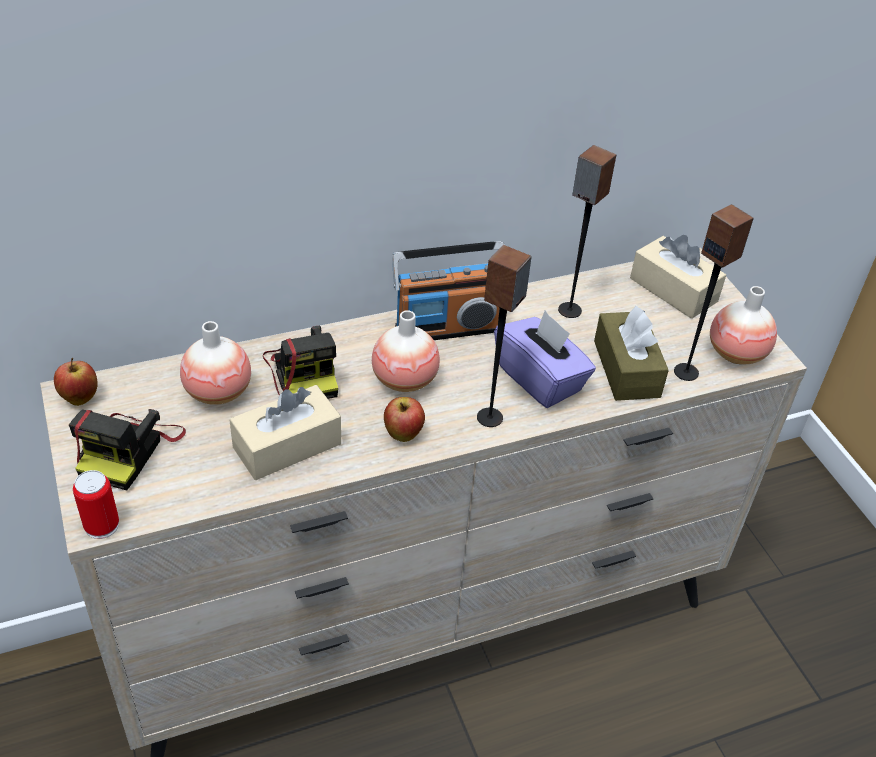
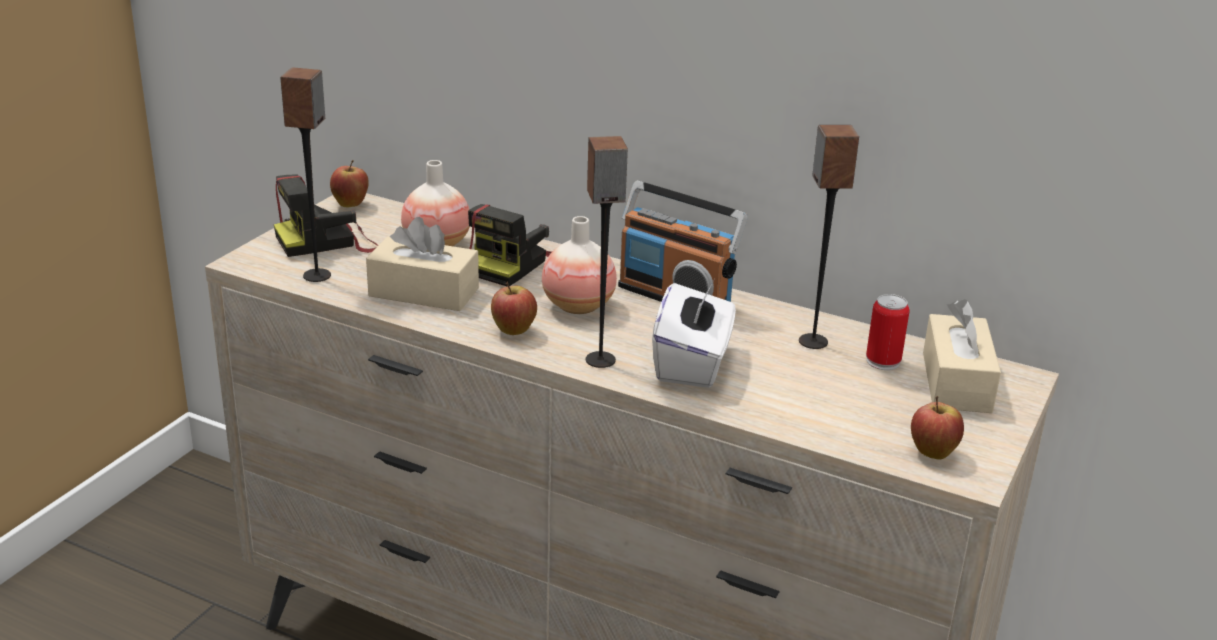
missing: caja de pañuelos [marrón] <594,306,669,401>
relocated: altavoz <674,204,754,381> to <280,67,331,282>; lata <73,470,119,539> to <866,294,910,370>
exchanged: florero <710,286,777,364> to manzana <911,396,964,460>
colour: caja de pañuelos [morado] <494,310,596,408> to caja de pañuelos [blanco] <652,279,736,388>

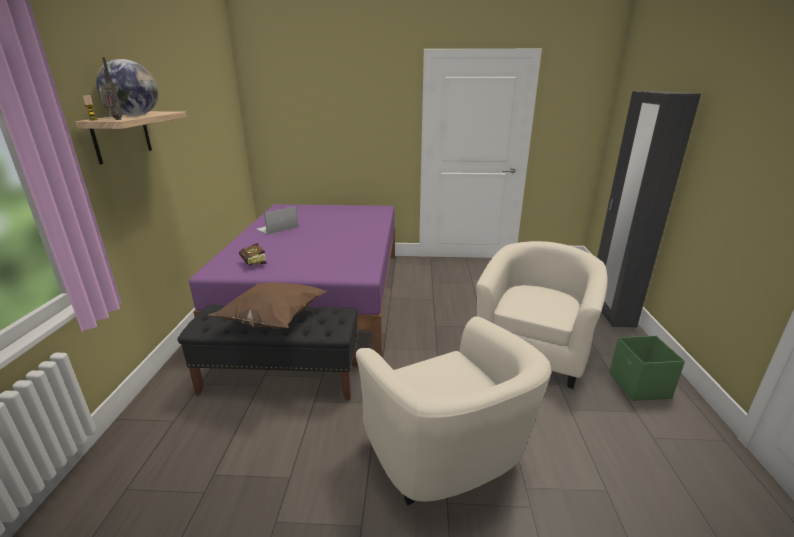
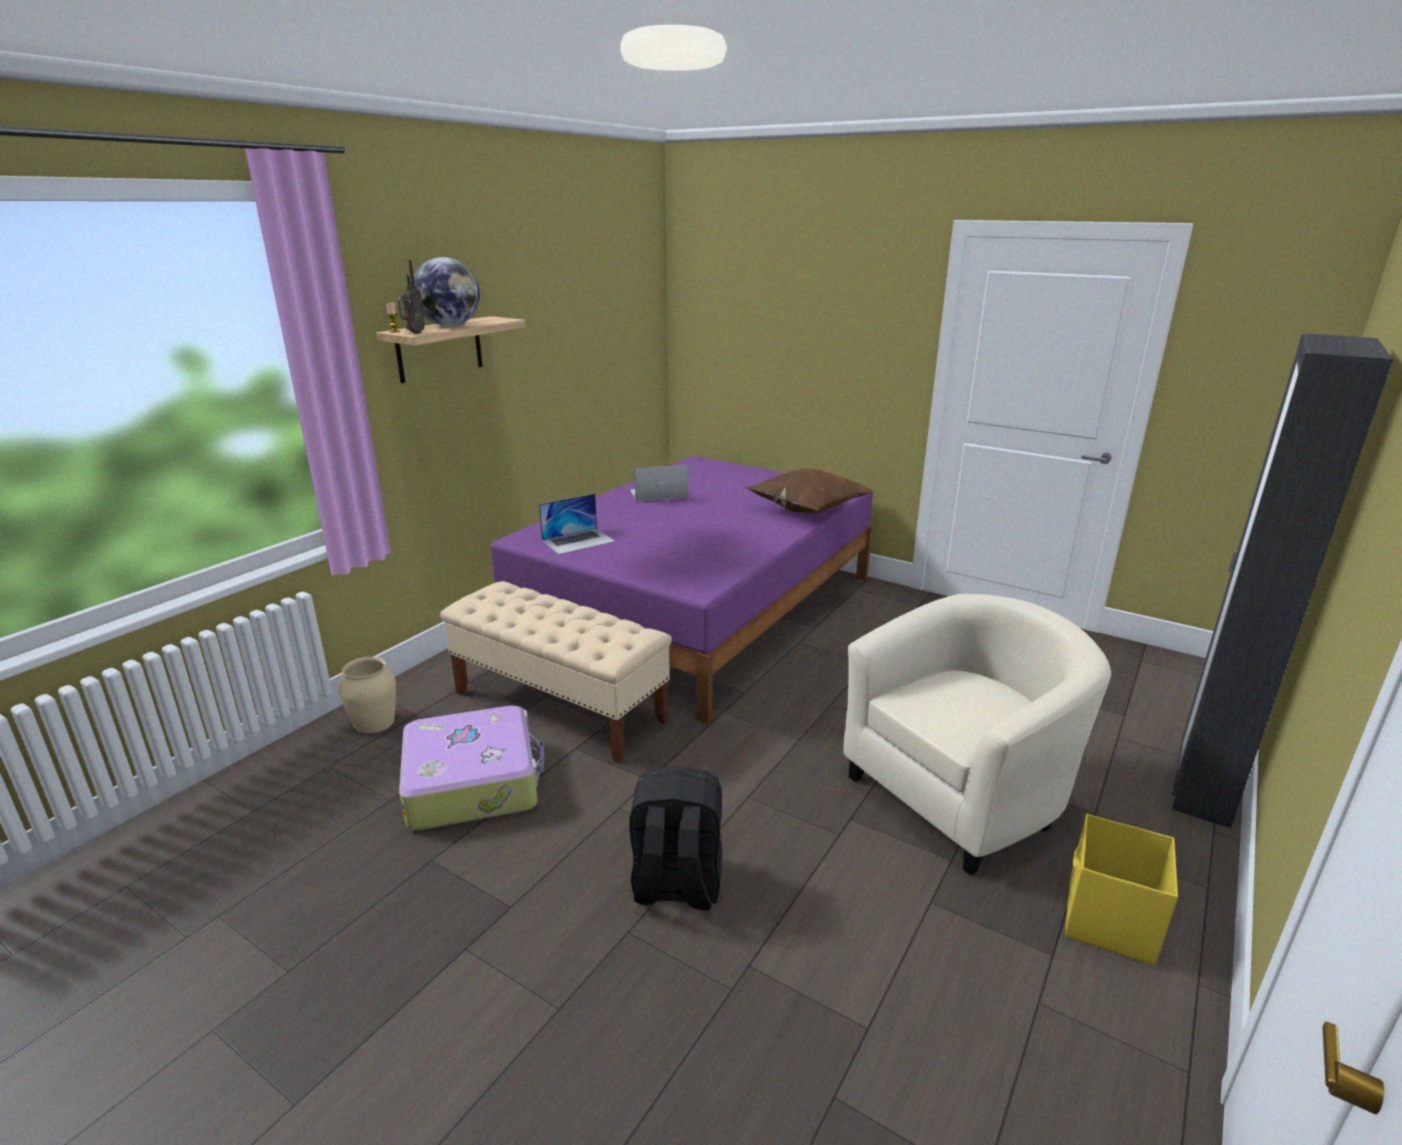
appeared: florero [beis] <339,657,396,734>; maleta <399,705,544,831>
relocated: cojín [marrón] <208,282,327,329> to <744,468,875,514>
exchanged: libro <239,243,267,270> to portátil <539,493,615,554>; sillón [beis] <356,316,551,506> to mochila [negro] <629,766,722,910>
colour: banco [negro] <178,304,358,400> to banco [beis] <440,581,672,763>; caja de almacenaje [verde] <609,336,685,401> to caja de almacenaje [amarillo] <1065,814,1178,966>

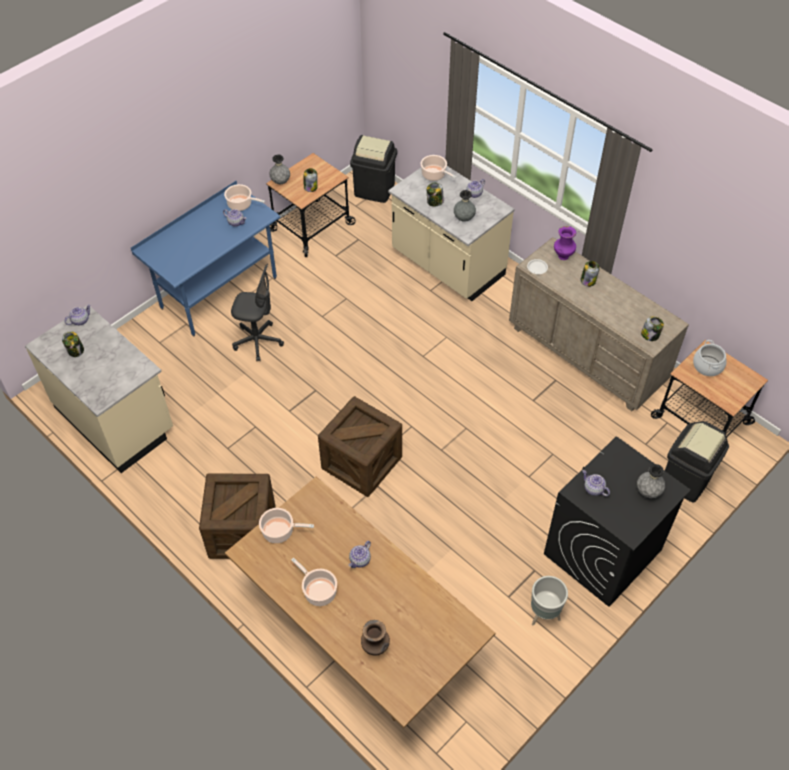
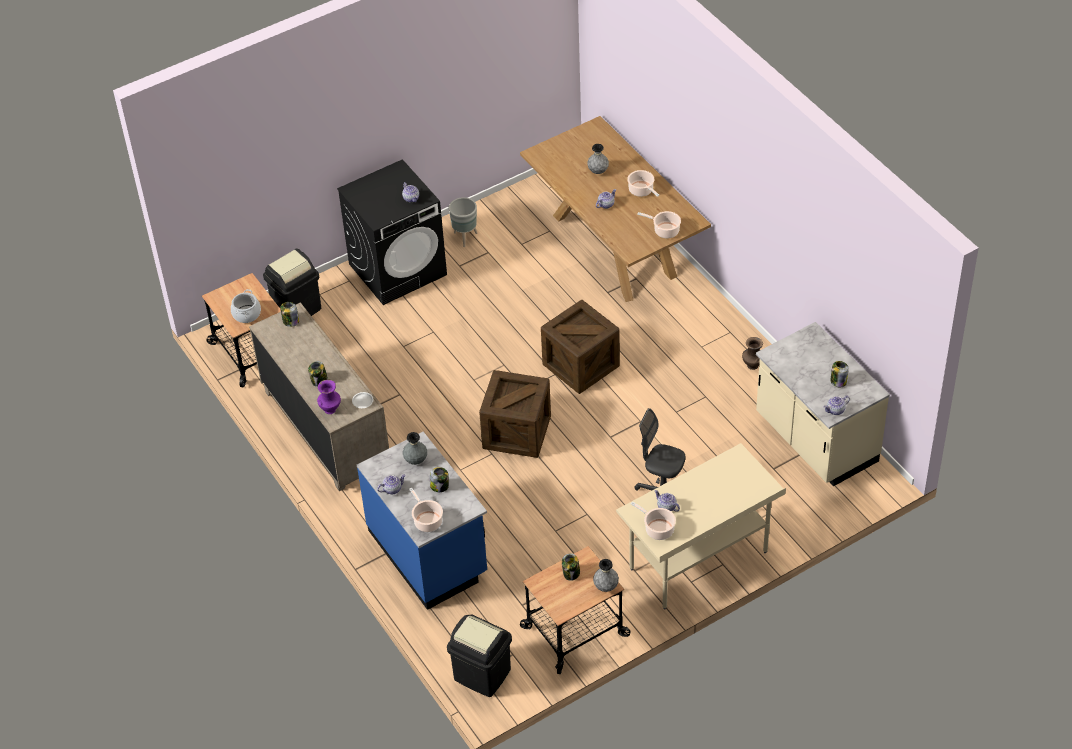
relocated: florero [gris] <637,464,665,498> to <587,144,609,174>; caja de embalaje <199,474,275,559> to <479,370,551,458>; florero [marrón] <361,620,390,655> to <742,337,763,370>
colour: mueble bajo de cocina [beis] <388,166,515,301> to mueble bajo de cocina [azul] <357,432,487,610>; escritorio [azul] <131,181,280,336> to escritorio [beis] <616,443,786,610>

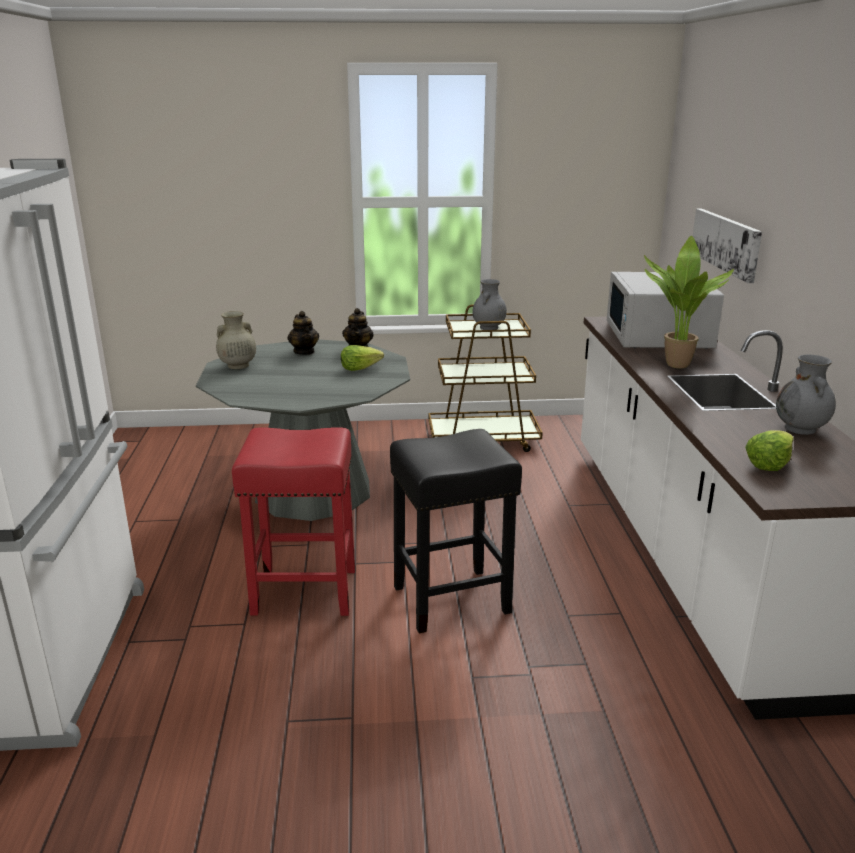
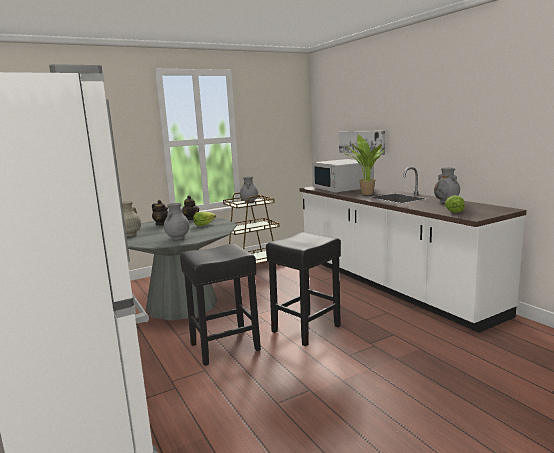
appeared: florero [gris] <164,203,190,240>
colour: taburete [rojo] <232,427,355,616> to taburete [negro] <180,244,261,366>

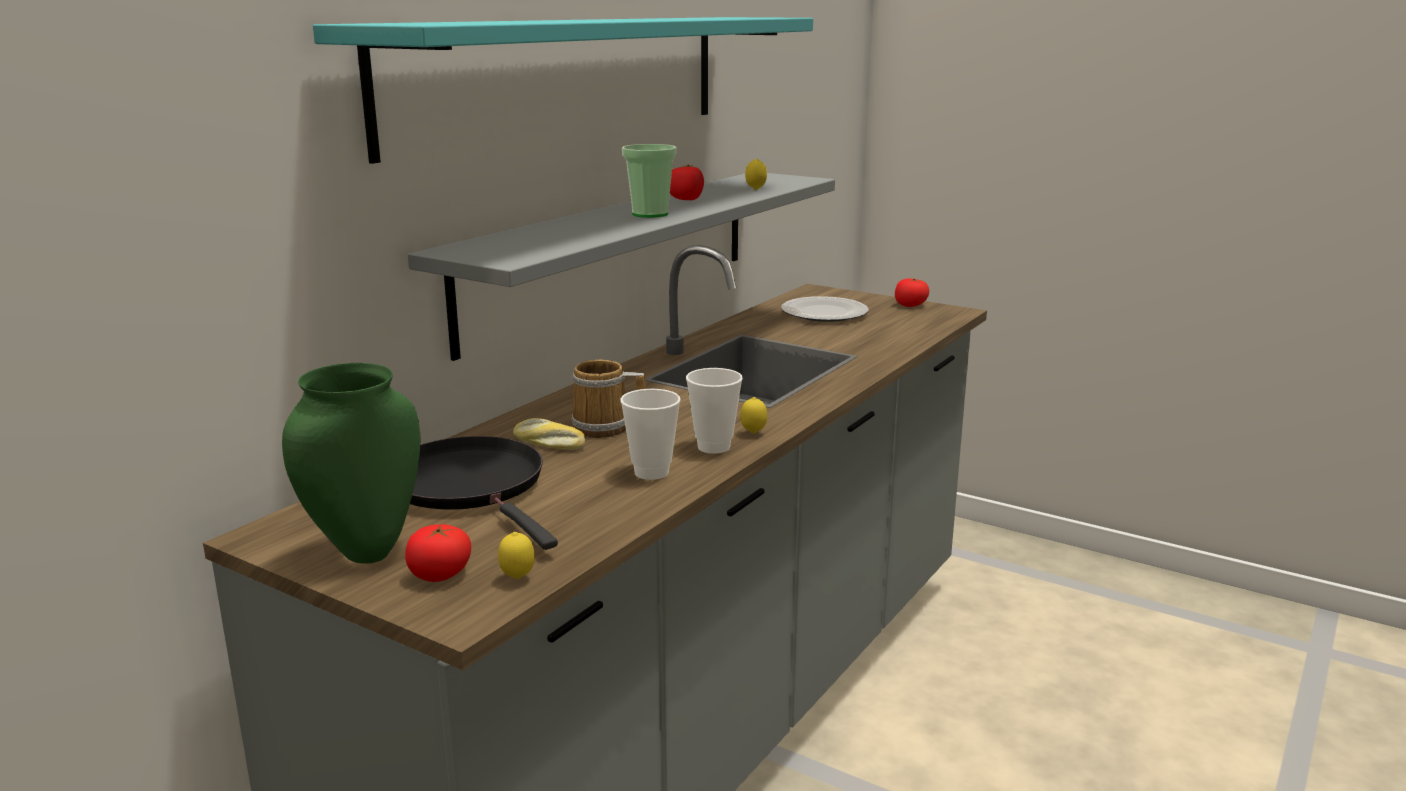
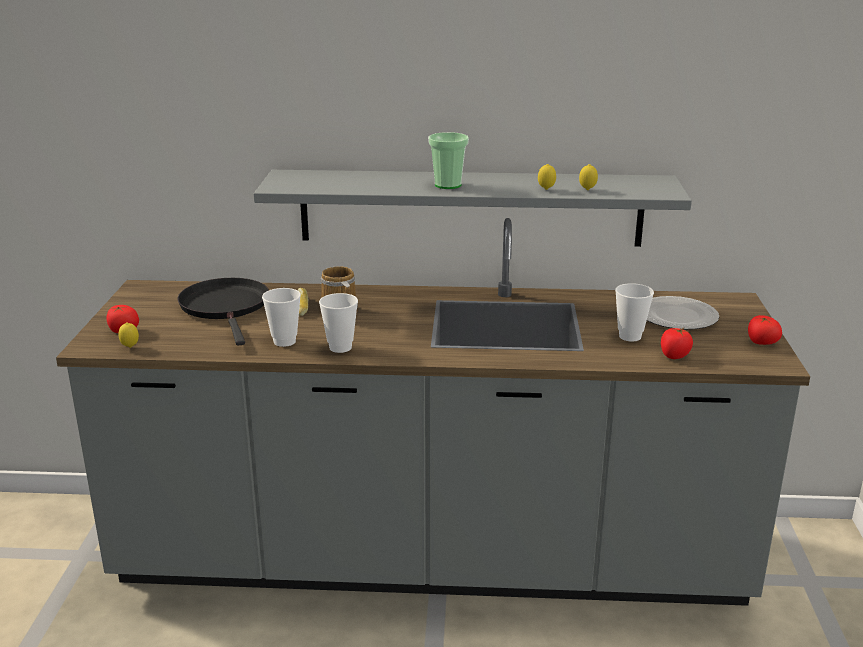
missing: estante [turquesa] <313,17,813,164>; florero [verde] <282,363,420,564>
appeared: taza <615,283,654,341>
relocated: tomate <670,164,704,200> to <661,328,693,359>; limón <740,397,767,434> to <538,164,556,190>
spun: sartén [negro] <410,436,558,550> = <177,278,269,346> 45 degrees counterclockwise

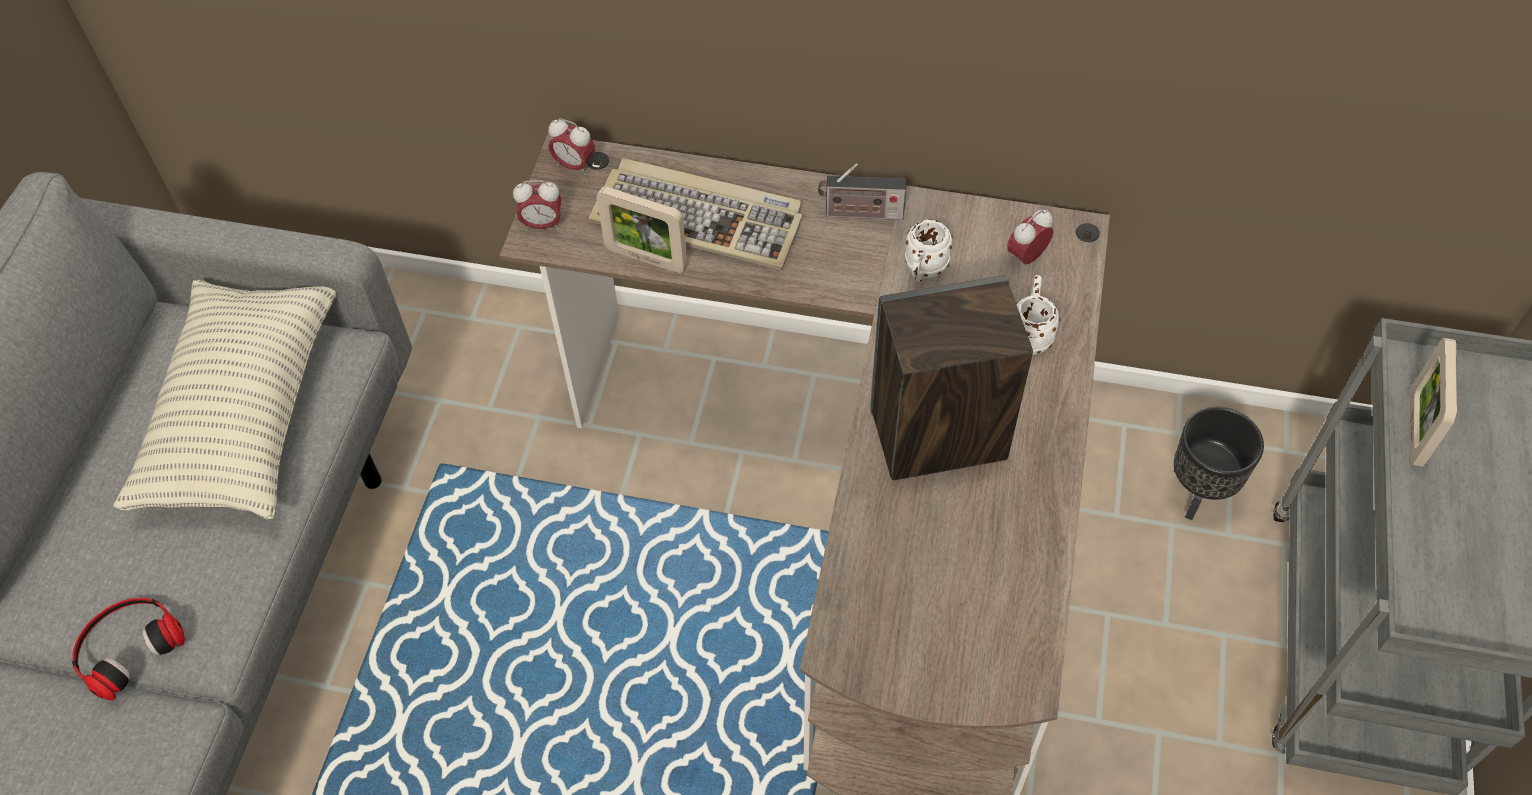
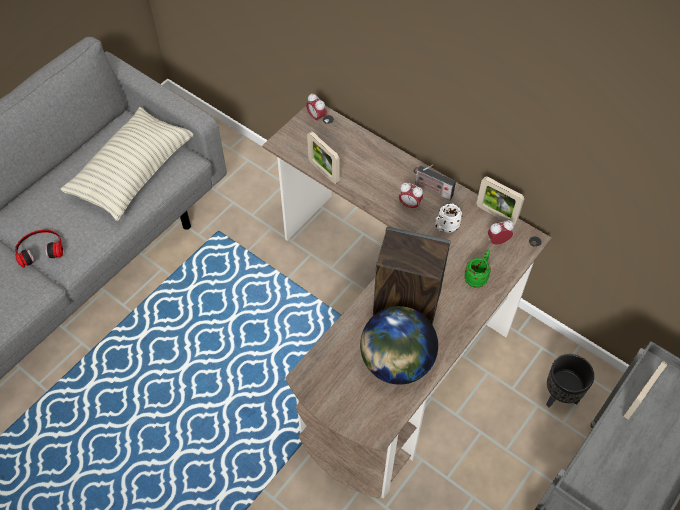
missing: teclado <589,158,803,270>
appeared: portarretratos <476,176,524,225>; globo terráqueo <360,306,438,385>
relocated: despertador <513,180,561,231> to <399,183,423,209>
colour: taza grande [blanco] <1016,275,1060,355> to taza grande [verde] <464,250,491,288>

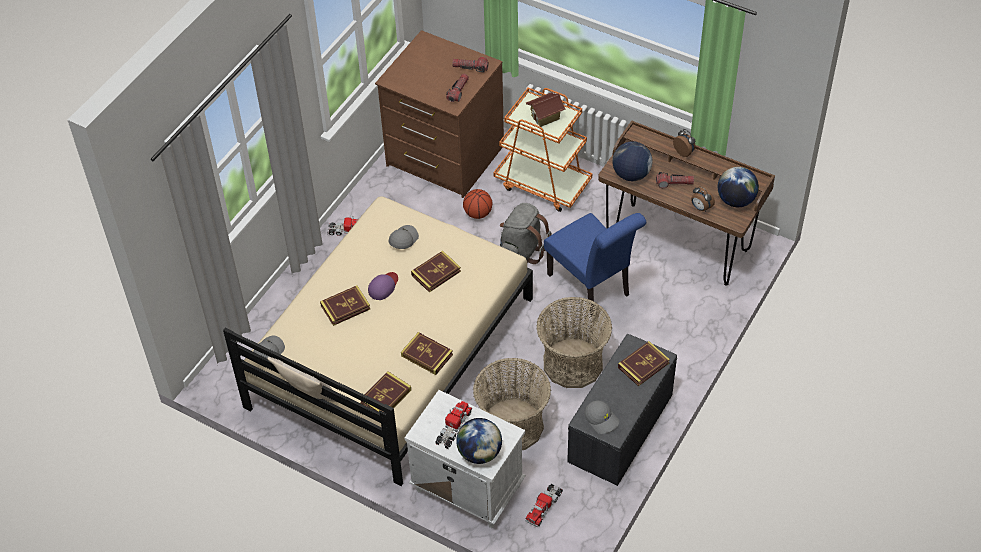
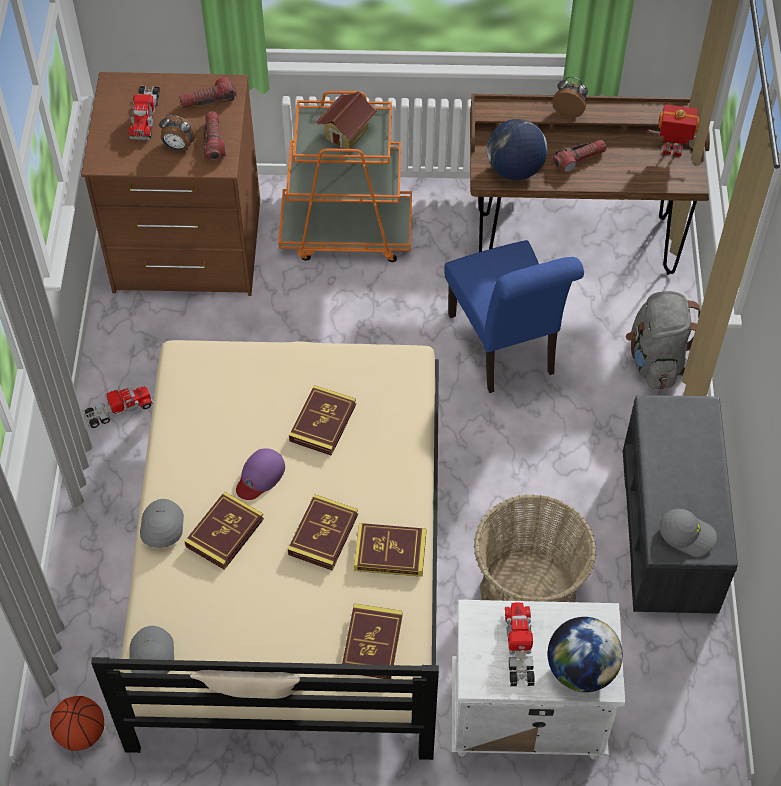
missing: cesta <536,297,612,388>
relocated: despertador <691,186,715,212> to <159,115,197,151>; balón de baloncesto <463,189,493,219> to <50,696,104,751>; mochila [gris] <500,203,552,264> to <626,291,700,389>; gorra [gris] <389,225,419,249> to <140,499,184,548>; libro <618,341,670,386> to <288,494,358,571>; camión de juguete <526,484,563,528> to <129,86,160,140>
exchanged: globo terráqueo <718,167,759,207> to robot de juguete <647,104,699,156>
spun: silla [azul] <544,213,646,317> = <444,240,584,393> 45 degrees clockwise; gorra [morado] <368,272,398,300> = <236,448,285,500> 150 degrees counterclockwise

